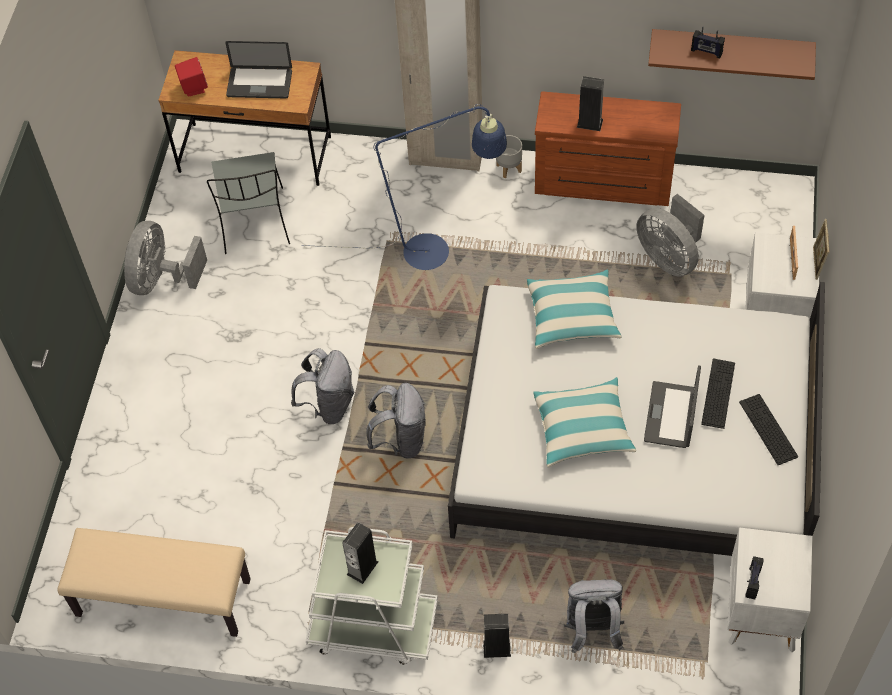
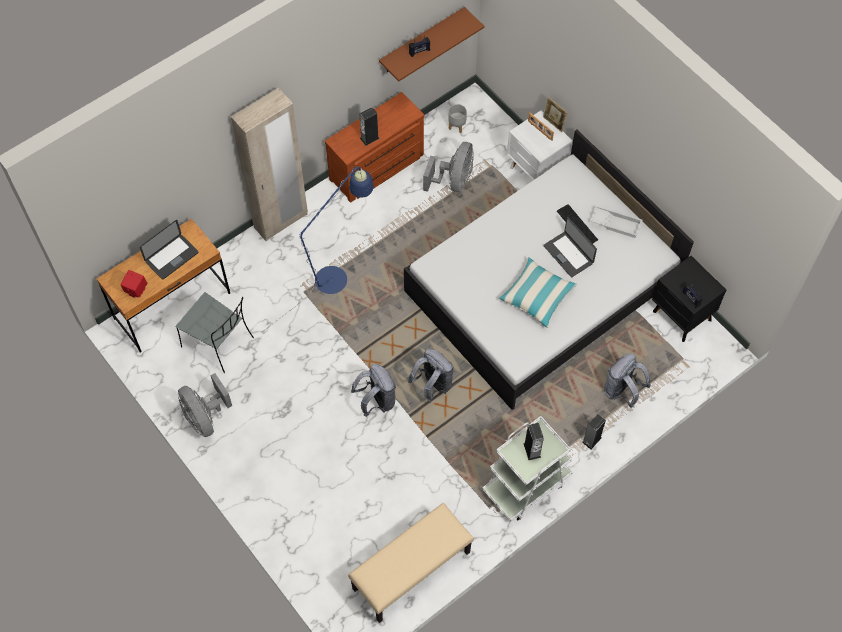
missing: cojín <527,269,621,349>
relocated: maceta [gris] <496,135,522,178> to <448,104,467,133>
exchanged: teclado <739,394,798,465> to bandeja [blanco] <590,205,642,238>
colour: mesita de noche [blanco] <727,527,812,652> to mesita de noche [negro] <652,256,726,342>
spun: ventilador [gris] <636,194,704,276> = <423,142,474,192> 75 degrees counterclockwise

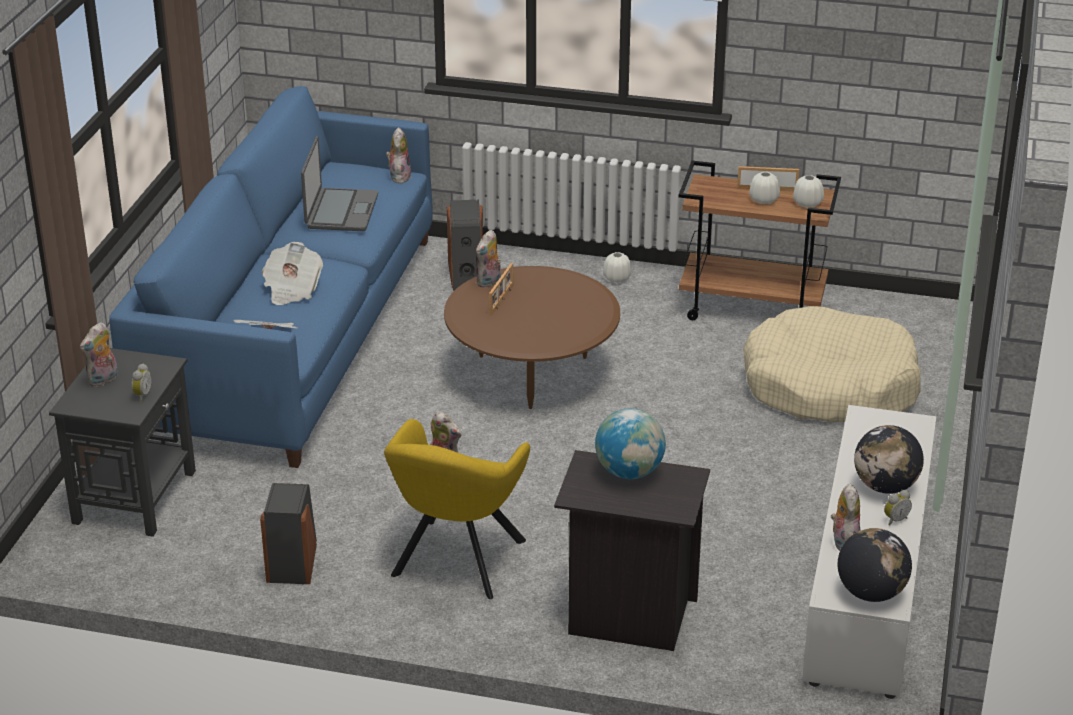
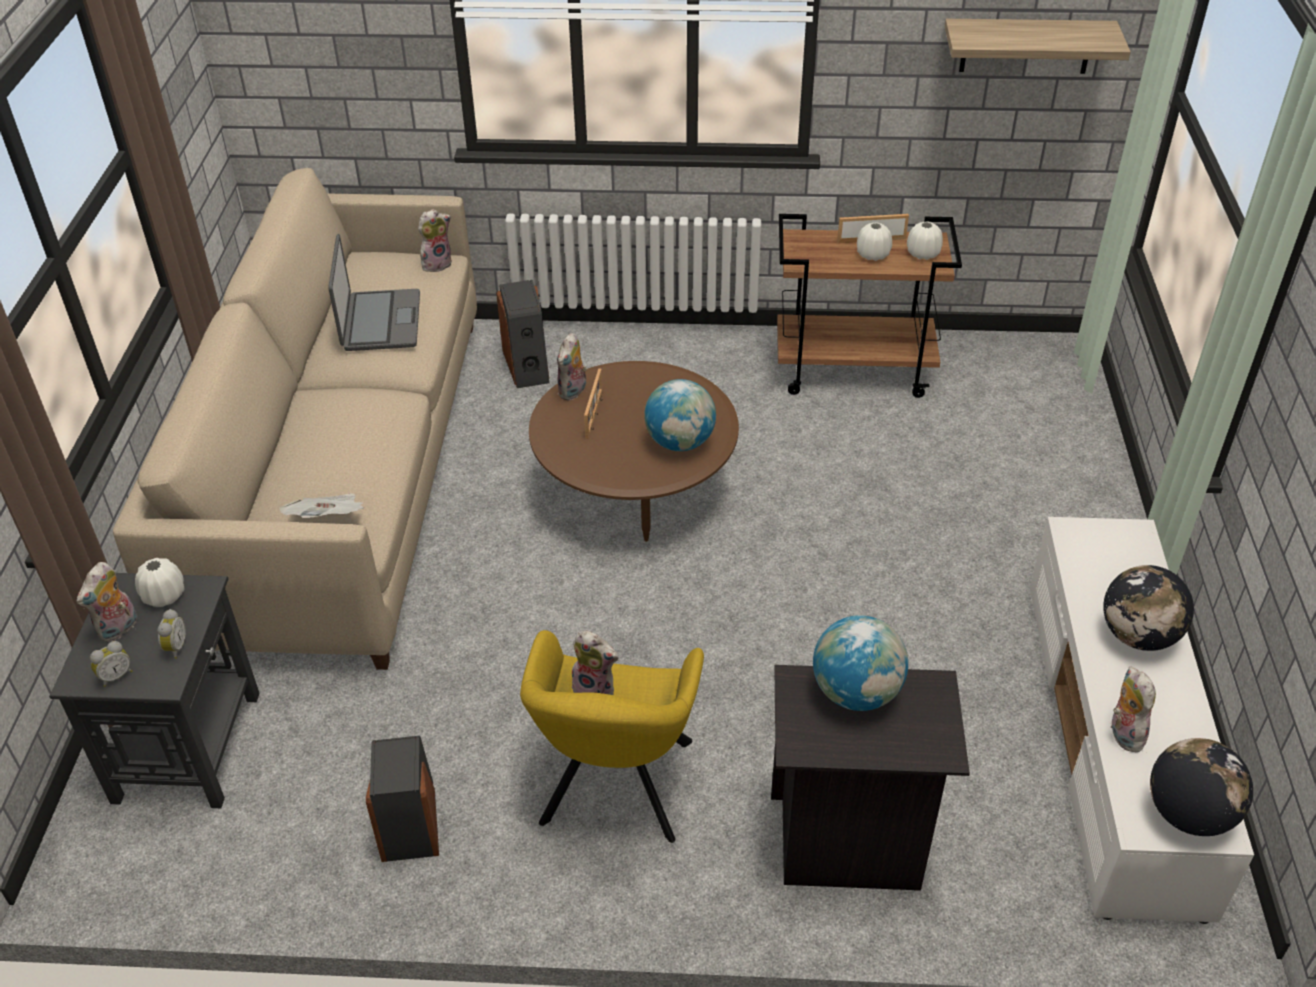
missing: periódico <262,242,323,305>; cama para perro [beis] <743,306,921,422>
appeared: estante <945,19,1131,74>; globo terráqueo <644,379,716,451>
relocated: florero [blanco] <603,252,632,283> to <135,558,185,607>; despertador <884,490,912,525> to <90,641,132,687>
colour: sofá [azul] <109,86,433,468> to sofá [beis] <113,168,477,670>
spun: peluche <386,127,411,184> = <418,209,452,272> 60 degrees clockwise

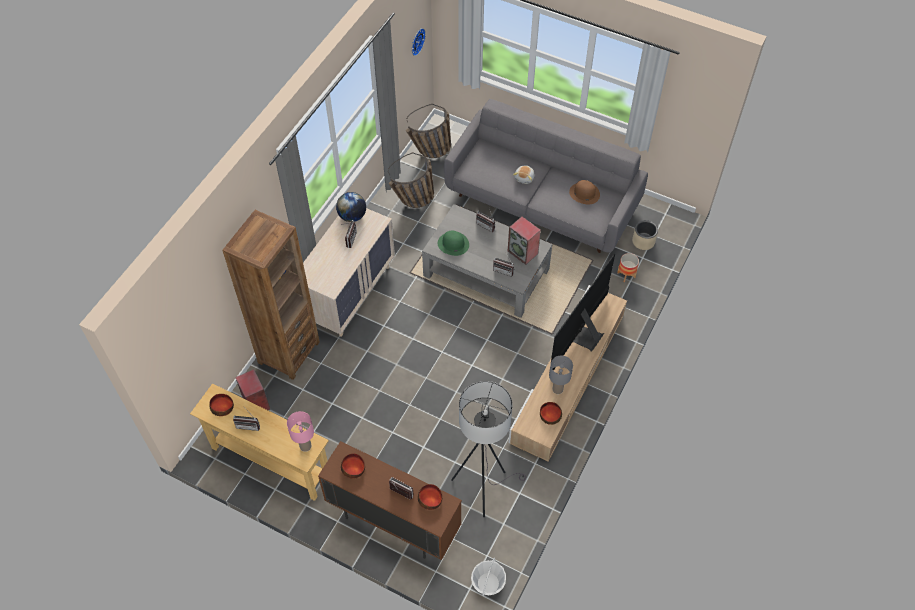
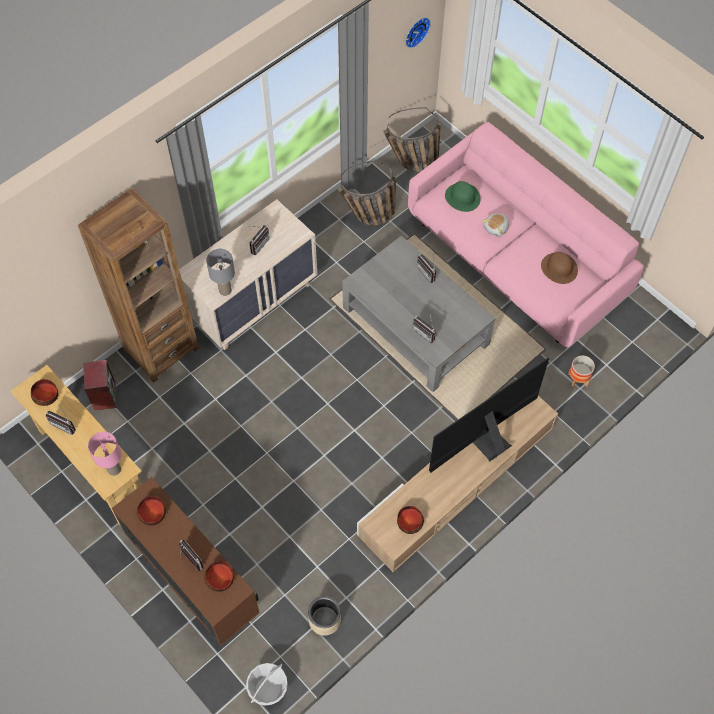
missing: globo terráqueo <336,192,366,222>; altavoz <508,216,541,265>; lámpara de pie [gris] <451,381,526,517>
relocated: maceta [beis] <632,220,658,250> to <308,596,341,636>; sombrero [verde] <438,231,469,256> to <445,181,481,212>; lámpara de mesa [gris] <549,355,573,394> to <206,249,235,296>
colour: sofá [gris] <444,99,648,253> to sofá [rosa] <408,122,644,347>

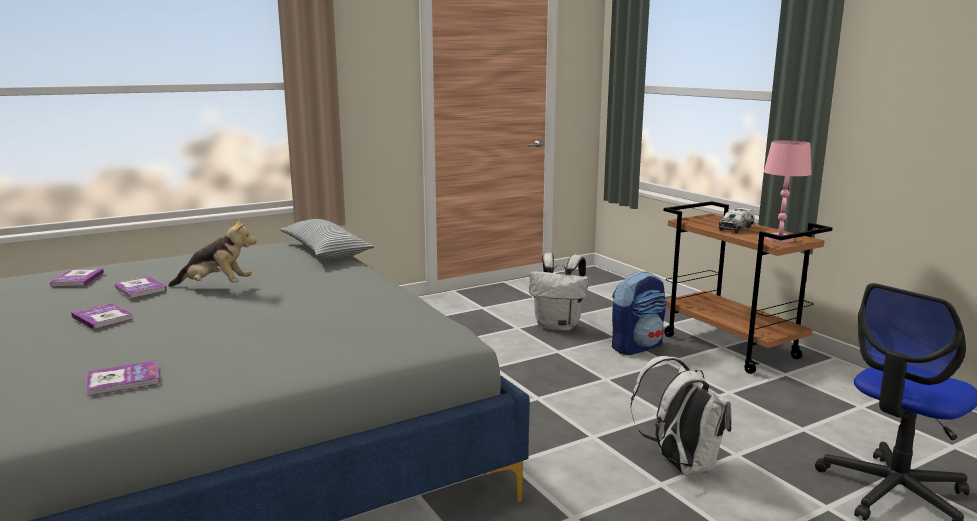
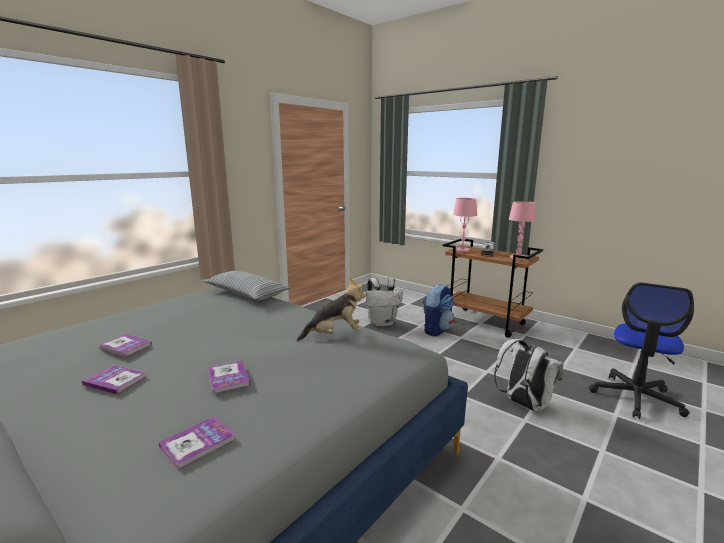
appeared: lámpara de mesa [rosa] <453,198,477,252>
relocated: peluche <168,218,257,287> to <297,279,366,341>; libro <50,269,104,287> to <208,361,251,394>

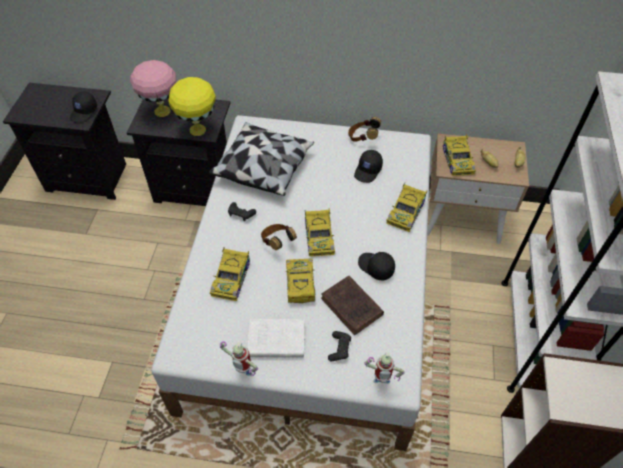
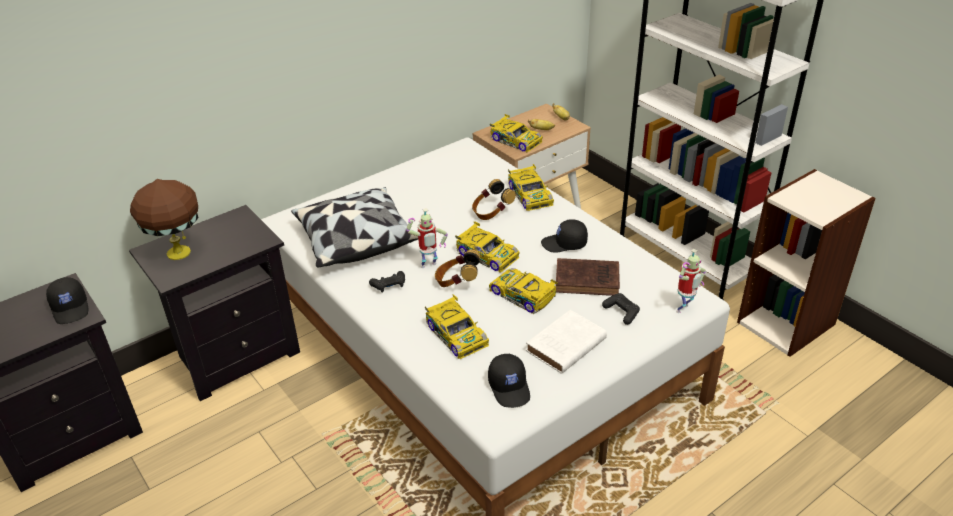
missing: lámpara de mesa [amarillo] <168,77,216,136>
relocated: auriculares <348,117,381,142> to <472,179,516,220>; gorra [negro] <354,150,383,183> to <488,354,530,408>; robot de juguete <220,341,258,376> to <406,208,448,268>
colour: lámpara de mesa [rosa] <130,60,176,117> to lámpara de mesa [marrón] <130,179,199,260>

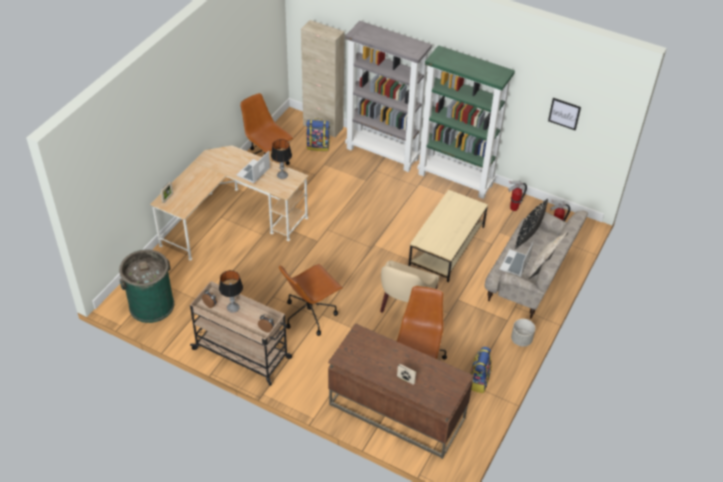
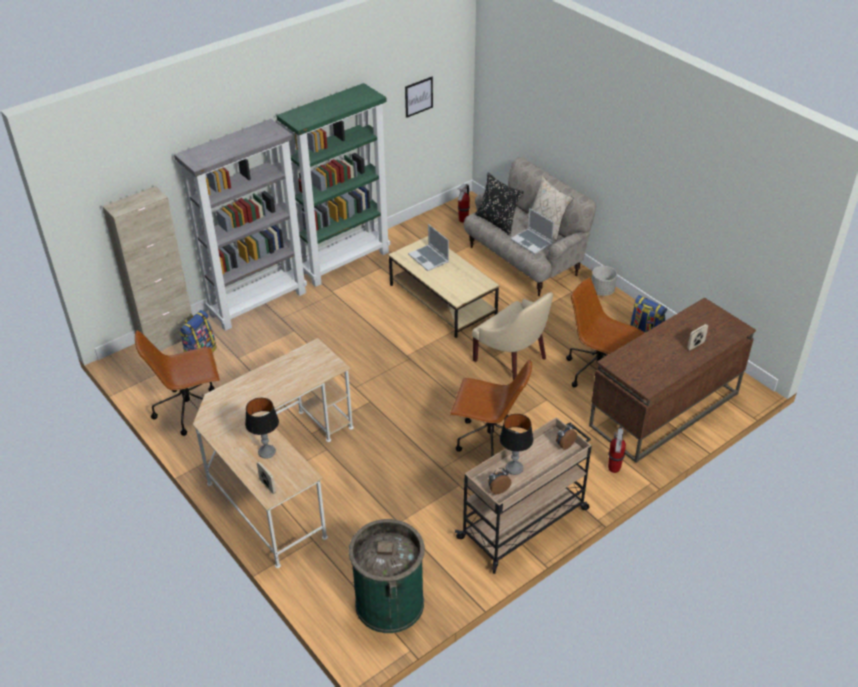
relocated: lámpara de mesa <271,139,292,179> to <245,398,279,459>; portátil <237,151,270,183> to <408,224,449,271>; extintor <508,181,527,211> to <608,426,626,473>
spun: silla de oficina [marrón] <279,264,343,336> = <450,360,532,457> 60 degrees counterclockwise

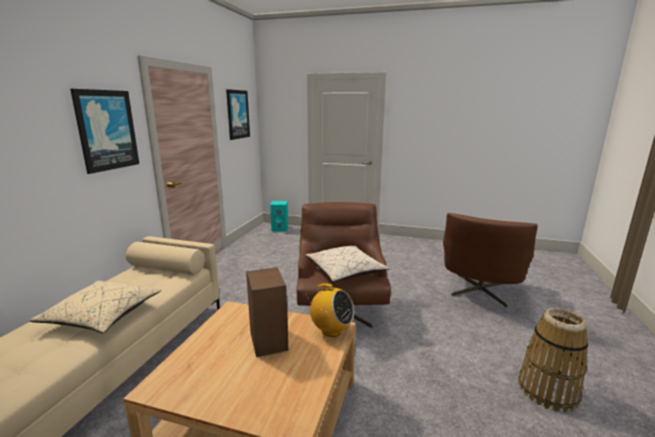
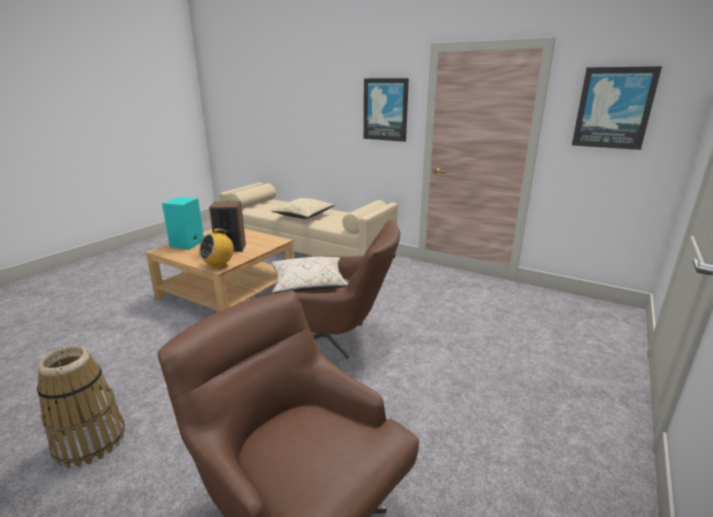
relocated: altavoz [turquesa] <270,201,288,232> to <162,197,204,249>

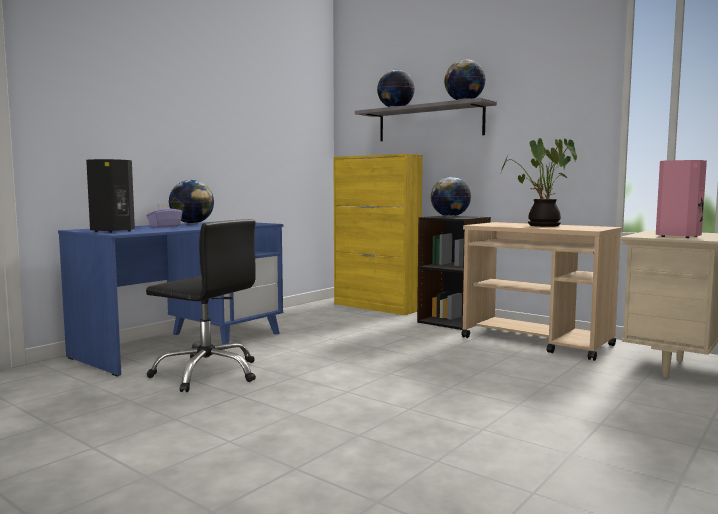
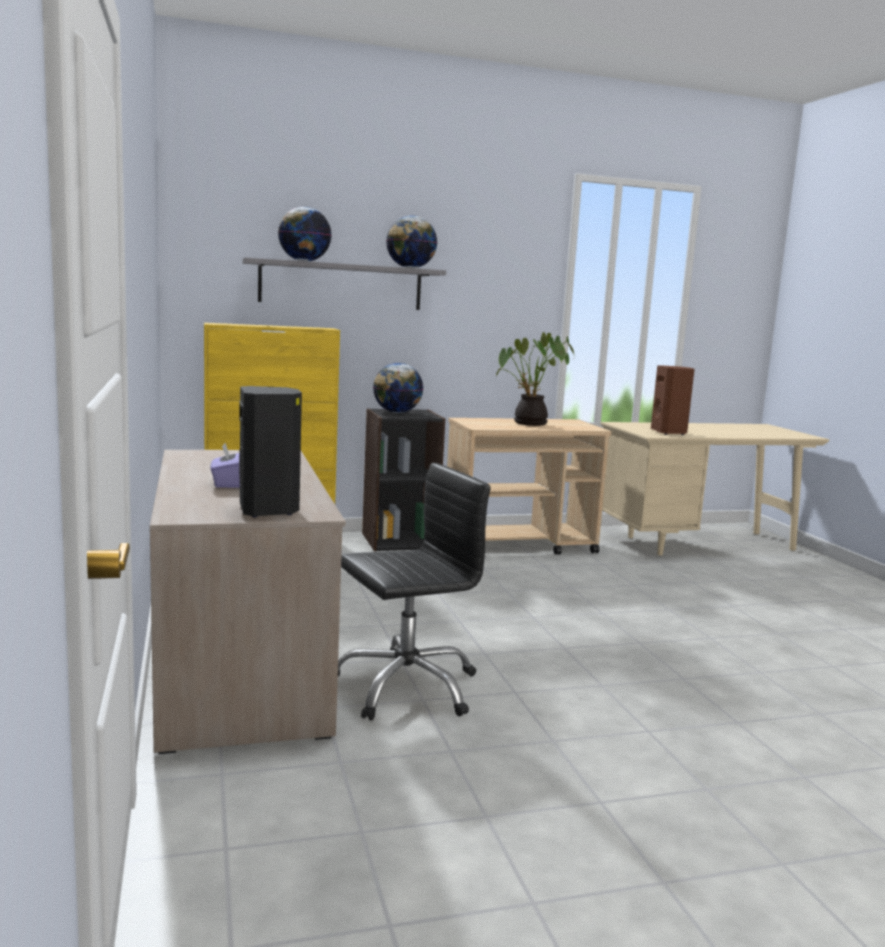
missing: globo terráqueo <169,180,214,224>
colour: altavoz [rosa] <656,160,707,238> to altavoz [marrón] <651,365,694,435>; escritorio [azul] <58,222,283,376> to escritorio [beis] <150,450,346,754>

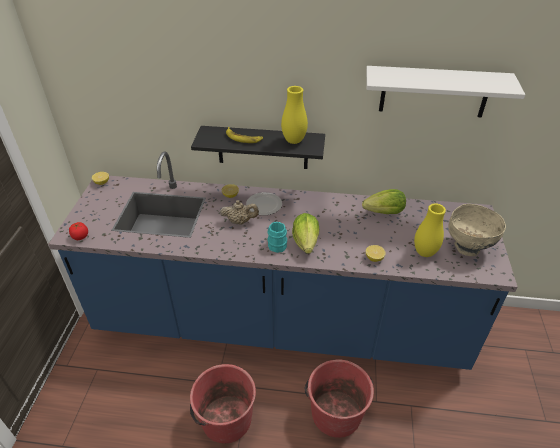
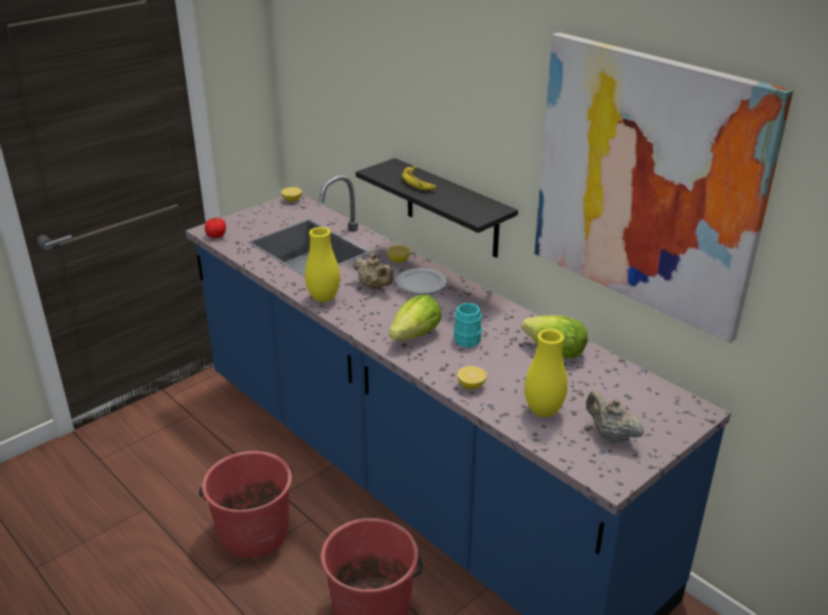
relocated: florero [amarillo] <281,86,308,144> to <305,227,340,302>; taza grande [turquesa] <268,222,287,253> to <454,303,482,347>
exchanged: estante [blanco] <366,66,525,118> to cuadro <534,32,793,343>; cuenco [beis] <448,204,506,256> to tetera [beis] <586,391,644,443>

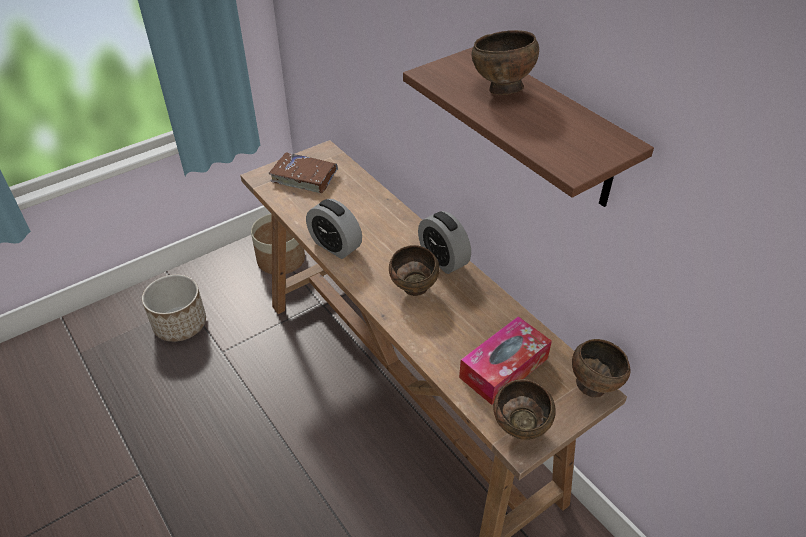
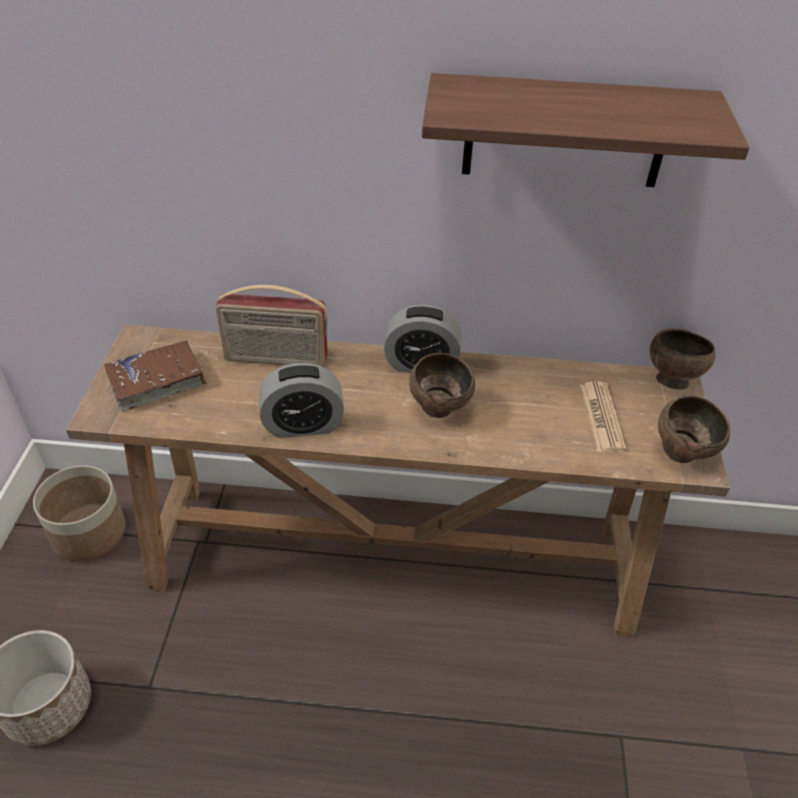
missing: cuenco [marrón] <472,30,539,95>
appeared: radio <216,285,328,367>
exchanged: caja de pañuelos <459,316,552,405> to periódico <580,381,627,452>

